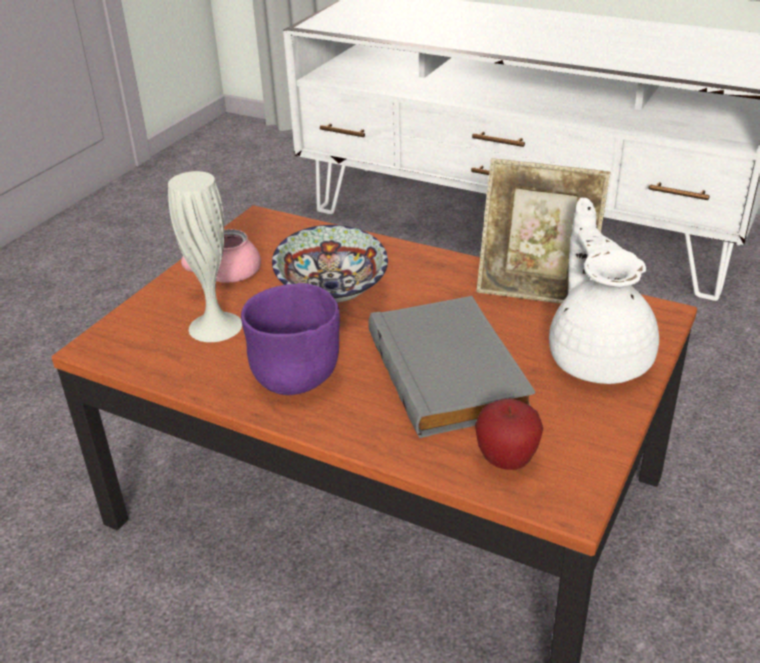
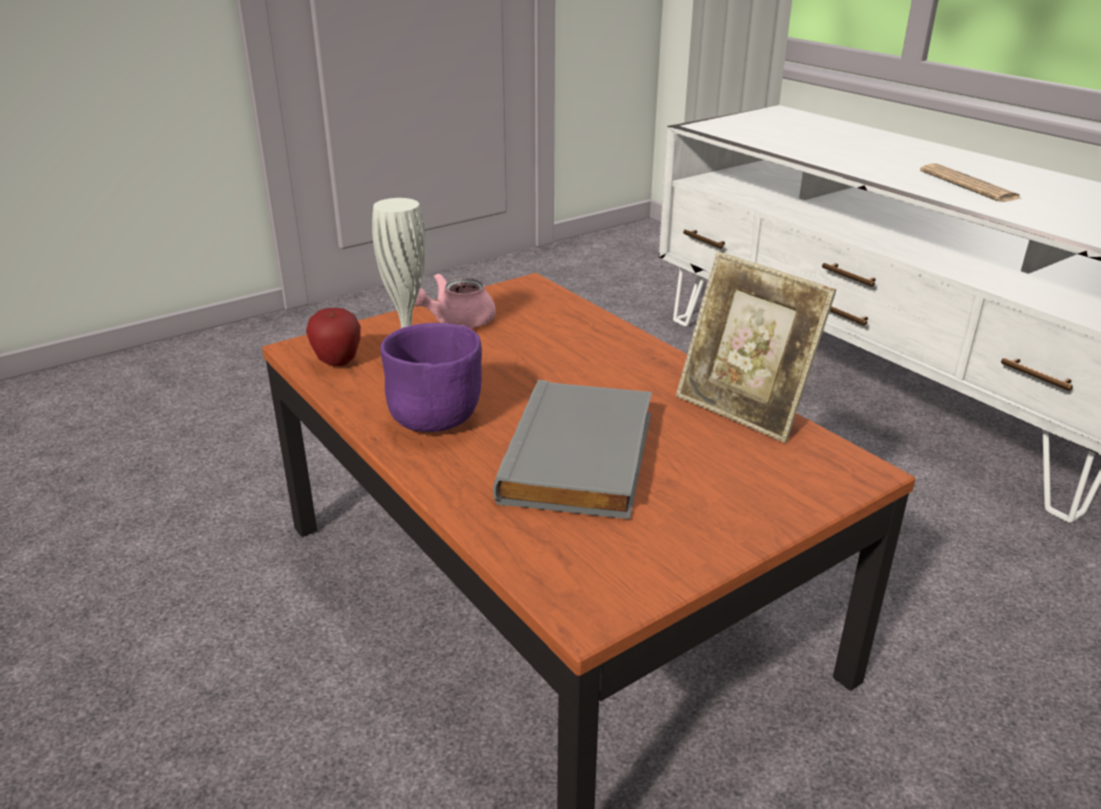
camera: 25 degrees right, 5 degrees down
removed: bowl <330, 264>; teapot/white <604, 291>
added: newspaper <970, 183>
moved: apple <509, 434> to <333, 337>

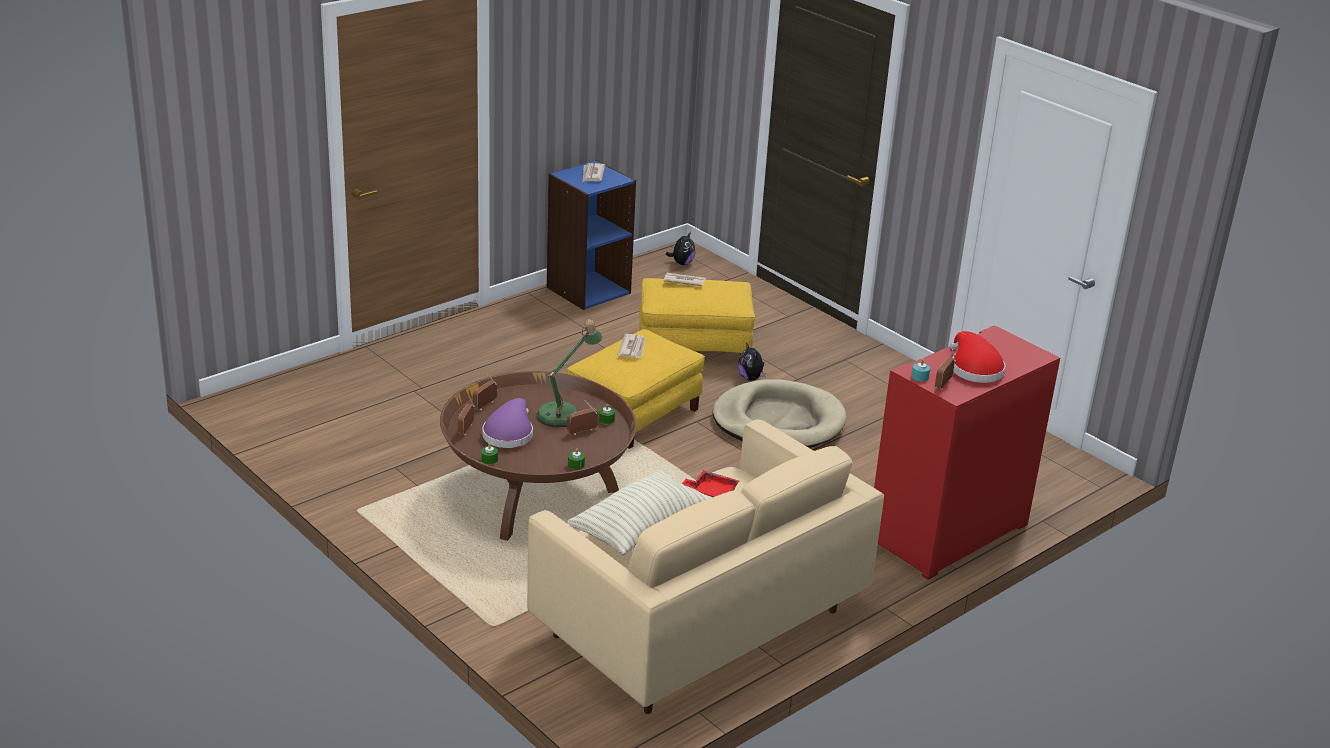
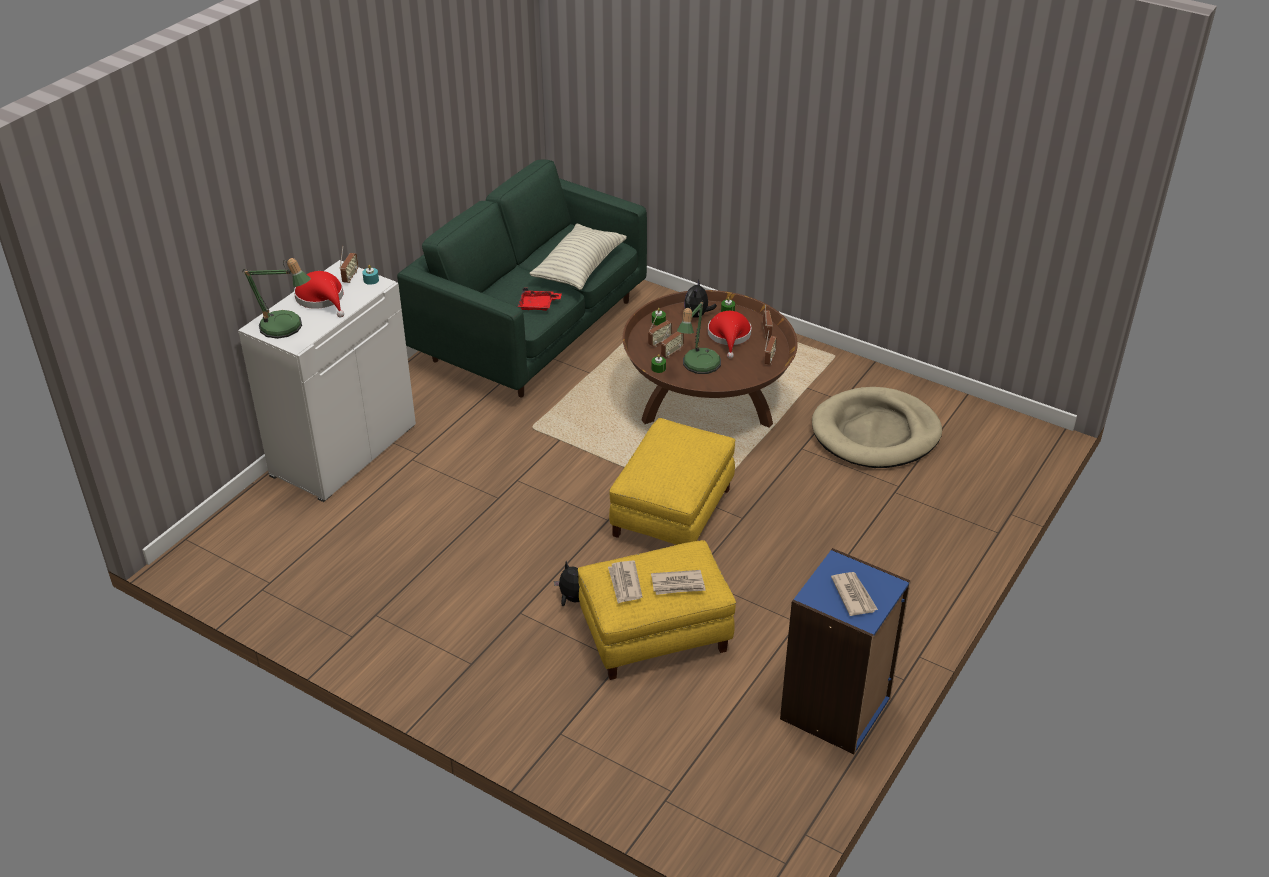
camera: 165 degrees right, 10 degrees up
added: table lamp <277, 298>; radio <660, 329>
moved: newspaper <631, 346> to <625, 582>; plush toy <680, 248> to <700, 298>; dog bed/beige <780, 413> to <877, 427>
recoloured: hat/purple <507, 423> to hat/red <729, 335>; sofa/beige <705, 566> to sofa/green <522, 278>; cabinet/red <967, 453> to cabinet/white <327, 381>

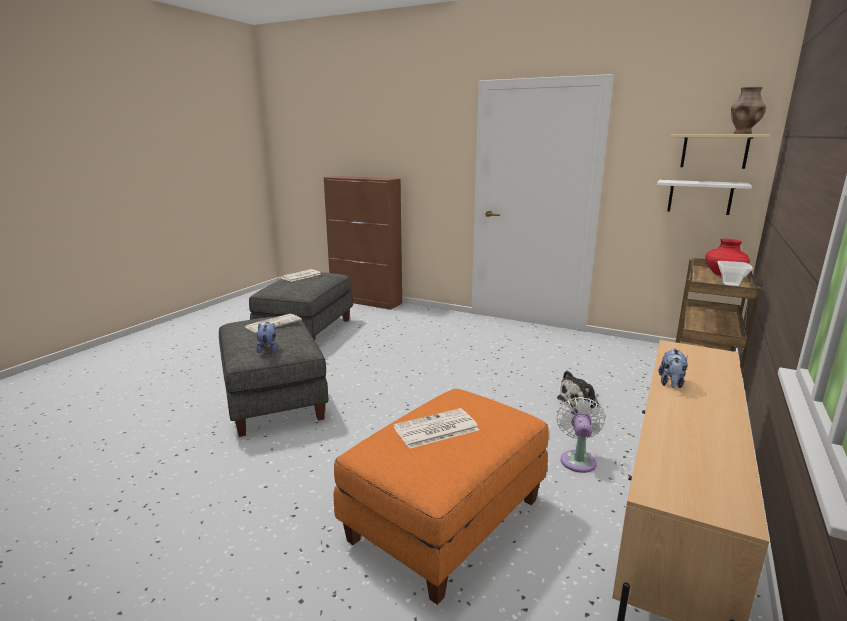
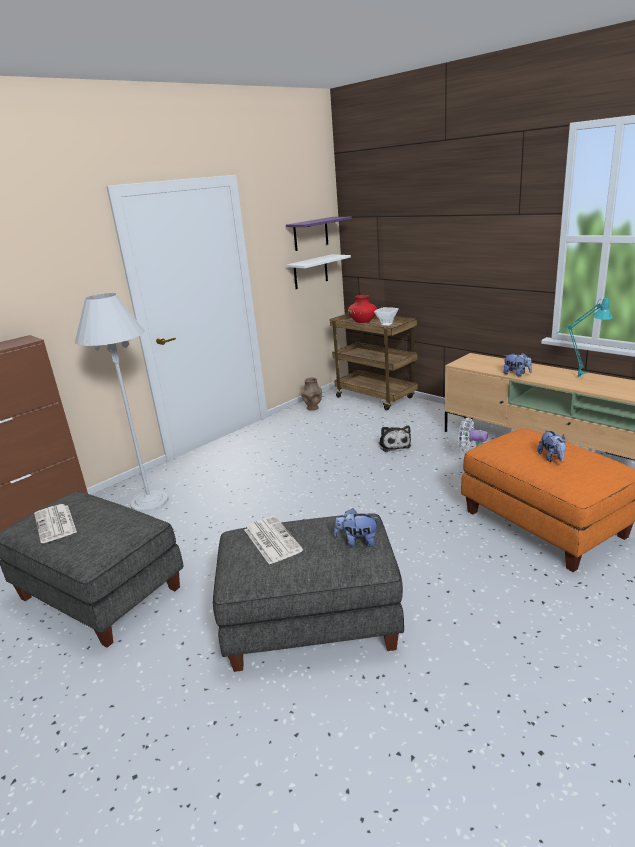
camera: 70 degrees left, 5 degrees up
added: floor lamp/white <122, 402>; table lamp/turquoise <584, 337>
moved: vase/brown <748, 110> to <311, 394>
replaced: newspaper <436, 428> to plush toy <551, 446>
recoloured: shelf/beige <720, 151> to shelf/purple <319, 234>

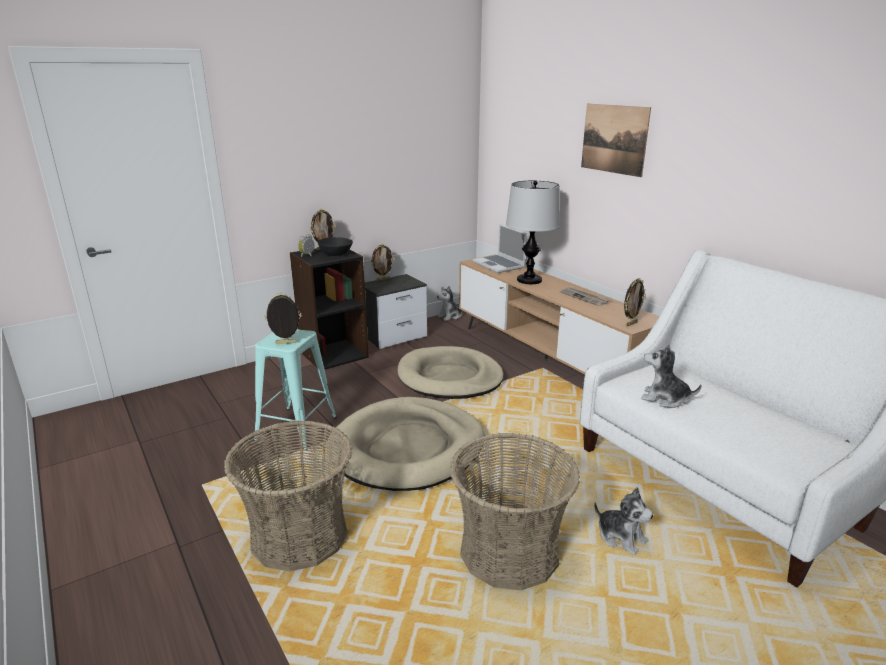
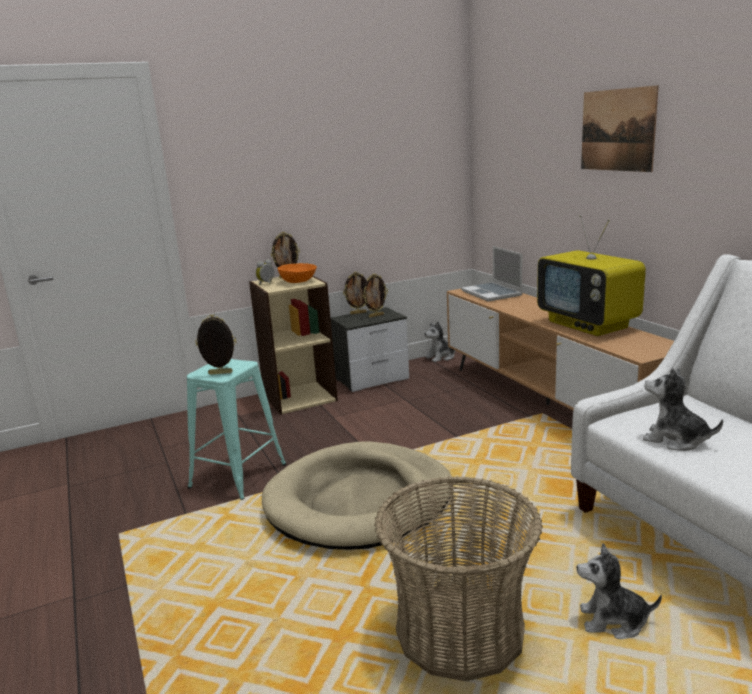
camera: 10 degrees right, 5 degrees down
removed: basket <288, 496>; dog bed/beige <450, 372>; table lamp <533, 232>
moved: picture frame <635, 302> to <375, 295>
replaced: newspaper <584, 296> to television <591, 275>
recoloured: bookcase/black <329, 309> to bookcase/beige <293, 345>; bowl/black <335, 246> to bowl/orange <297, 273>
turned: plush toy <623, 521> = <619, 591> 135 degrees clockwise

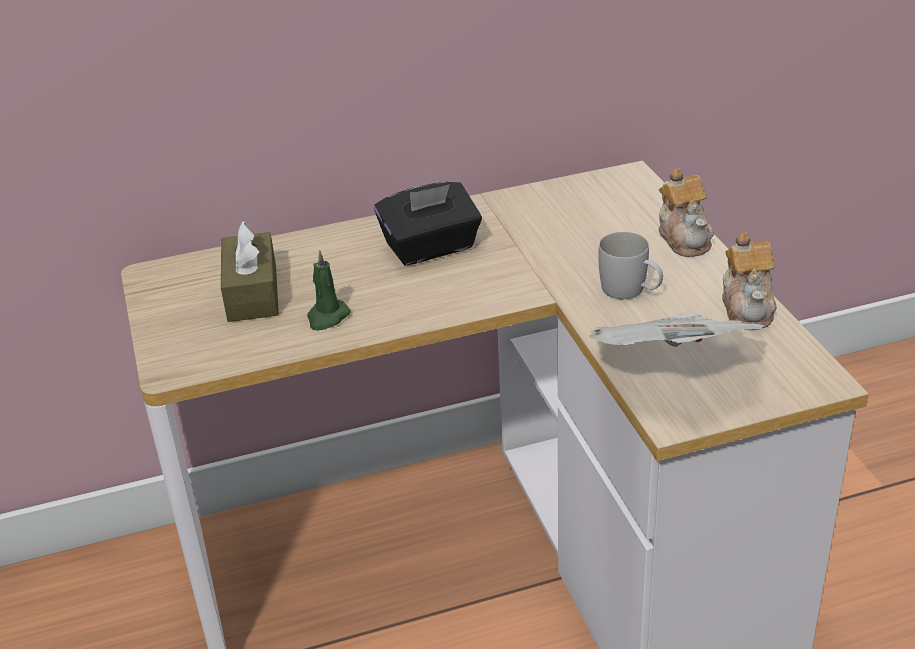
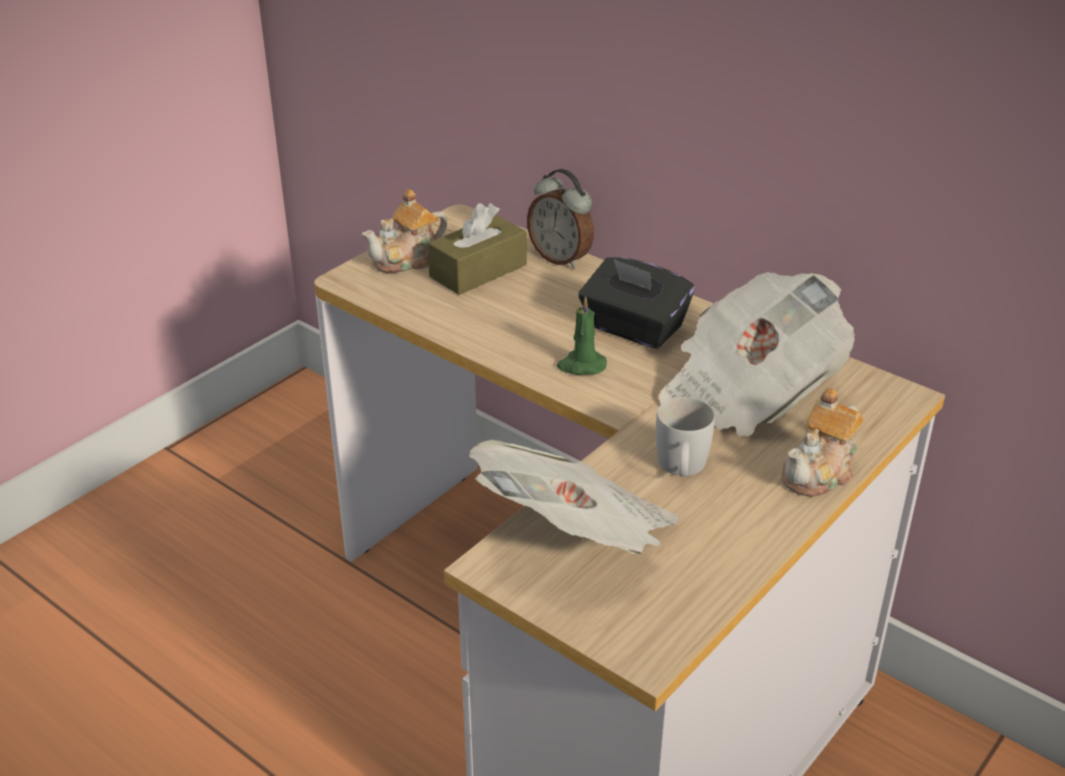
camera: 55 degrees right, 0 degrees up
added: alarm clock <560, 219>; newspaper <757, 354>
moved: candle/green <328, 290> to <582, 335>; teapot <749, 281> to <404, 231>

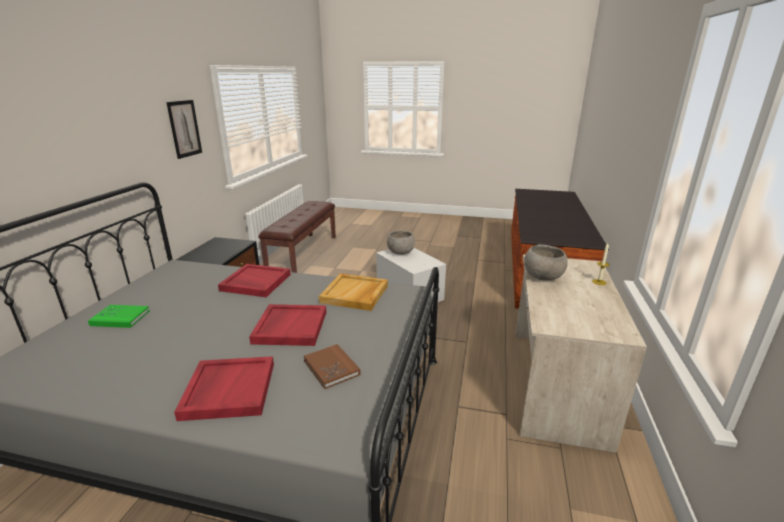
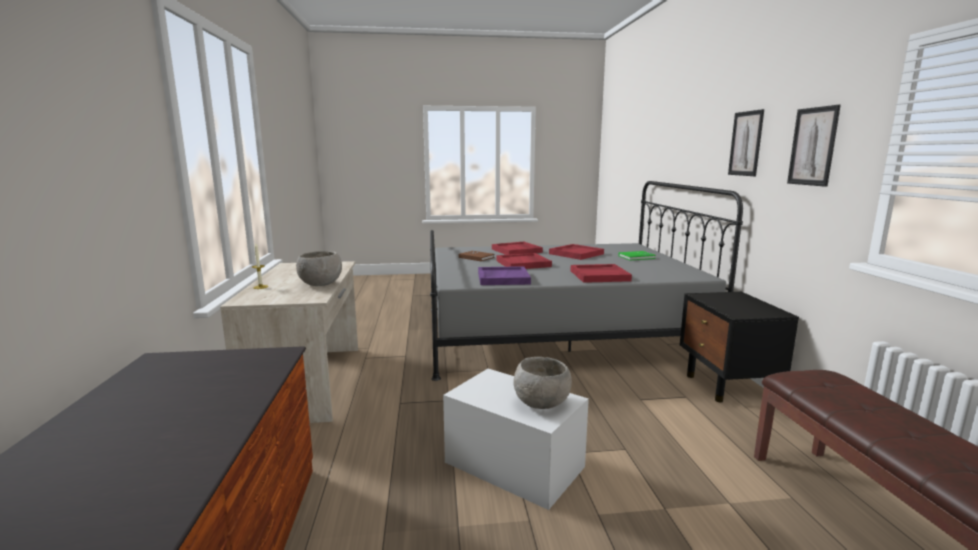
camera: 160 degrees right, 10 degrees down
added: tray/red <576, 252>; picture <746, 142>
recoloured: tray/beige <353, 292> to tray/purple <504, 275>

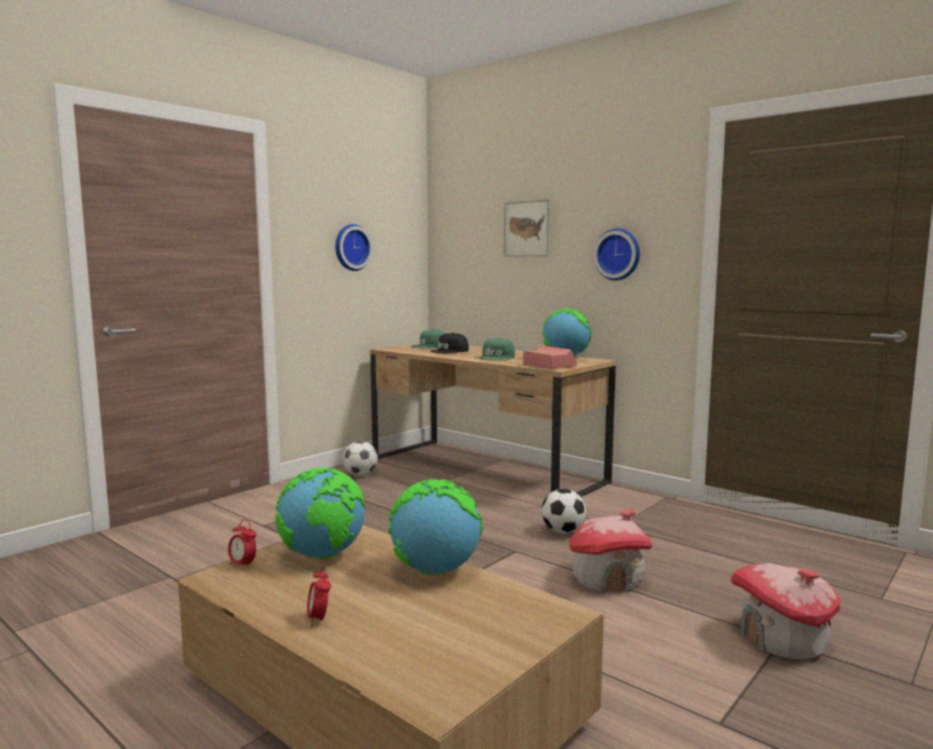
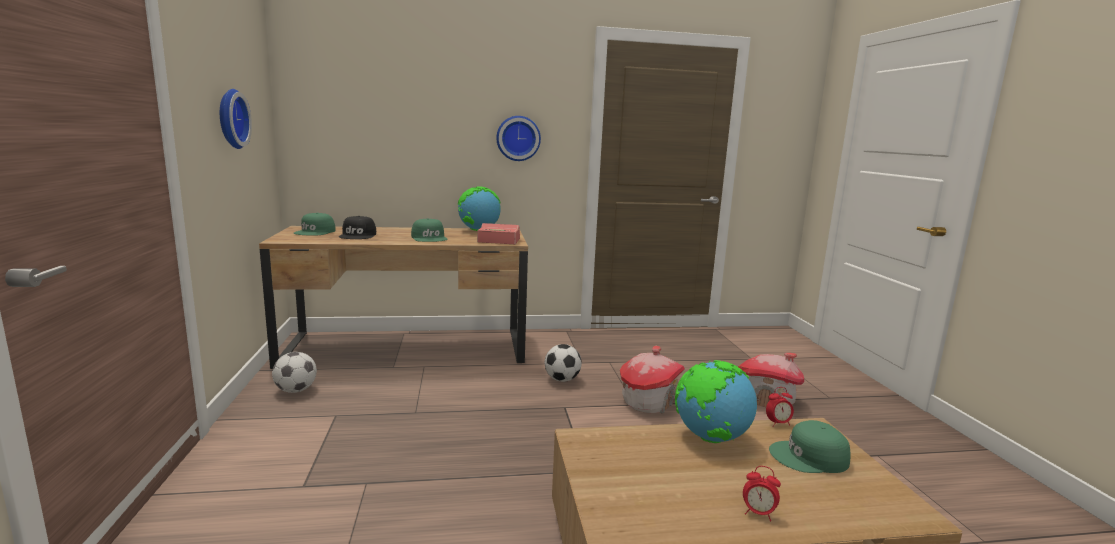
camera: 50 degrees left, 5 degrees up
removed: globe <320, 513>; picture <527, 228>
added: cap/green <810, 446>
moved: alarm clock <242, 544> to <780, 407>

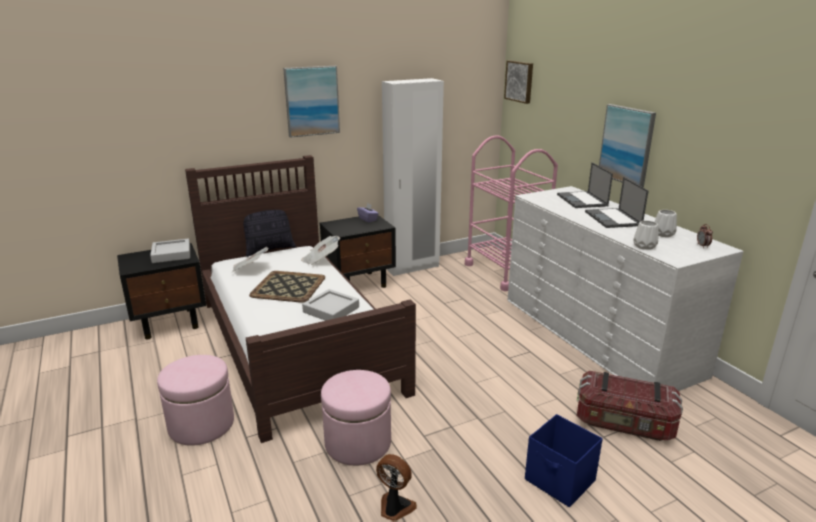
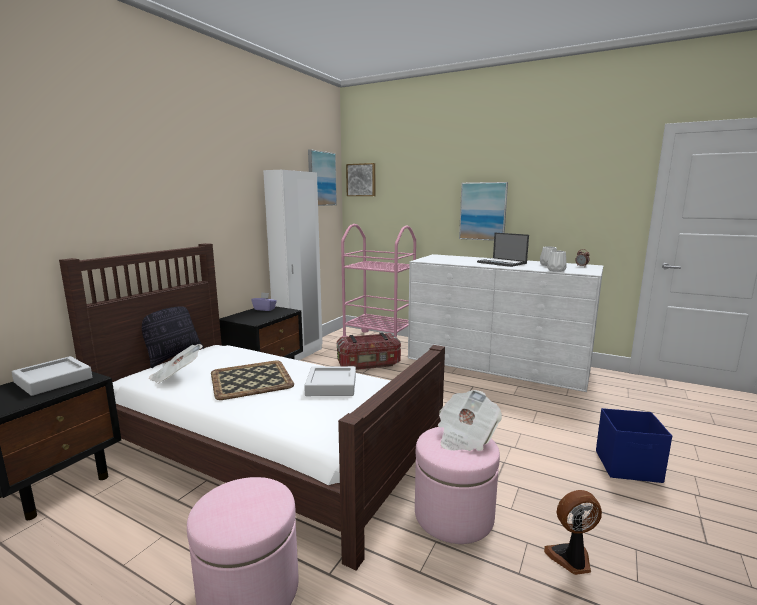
camera: 35 degrees left, 10 degrees down
removed: laptop <585, 185>
moved: picture <311, 102> to <322, 177>; newspaper <320, 250> to <470, 420>; storage box <630, 406> to <369, 351>

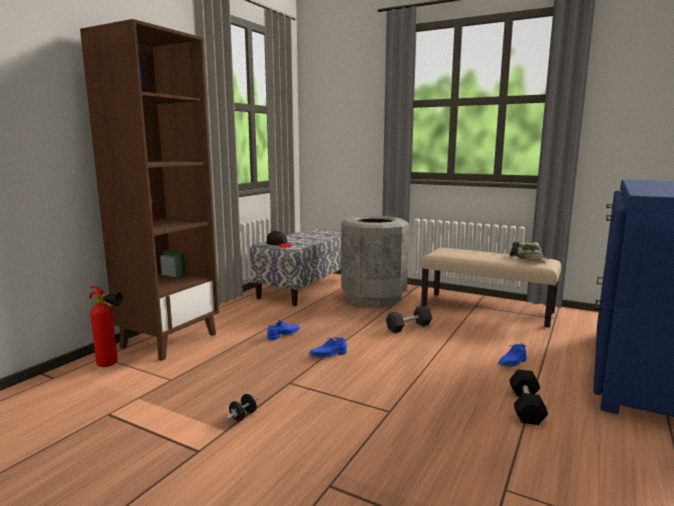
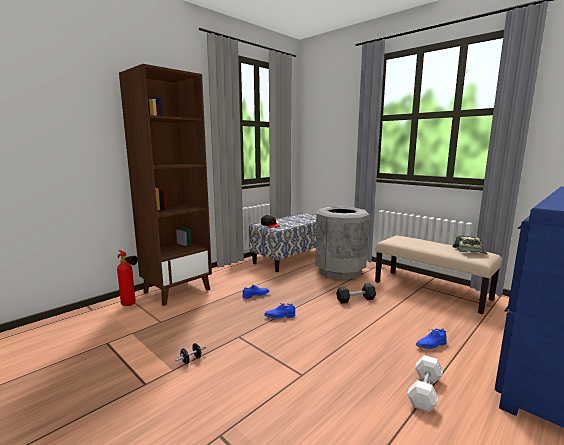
camera: 15 degrees right, 0 degrees up
recoloured: dumbbell/black <528, 397> to dumbbell/white <425, 384>

